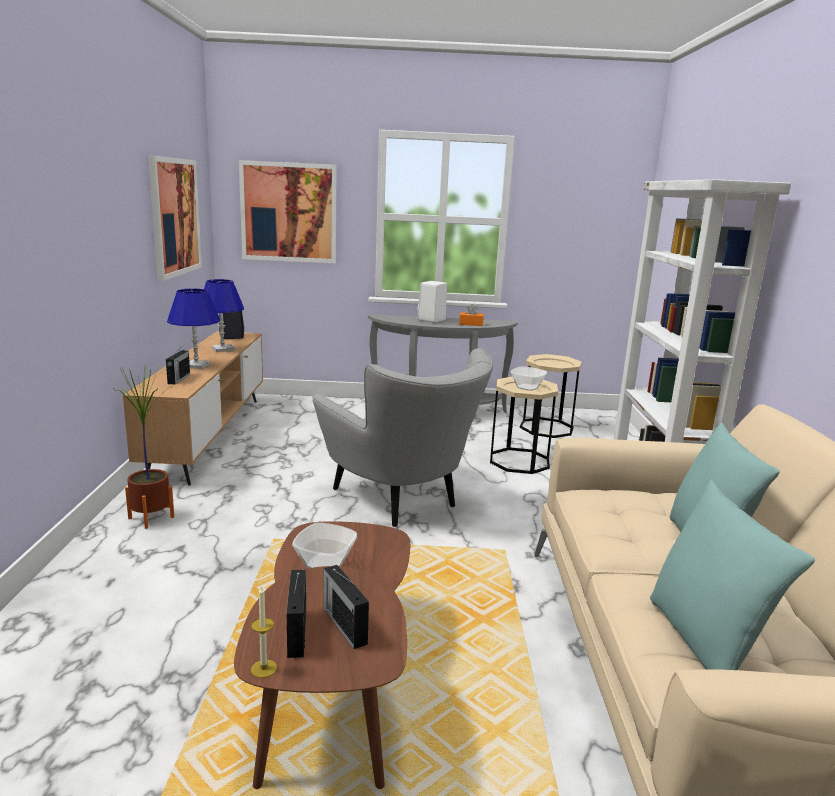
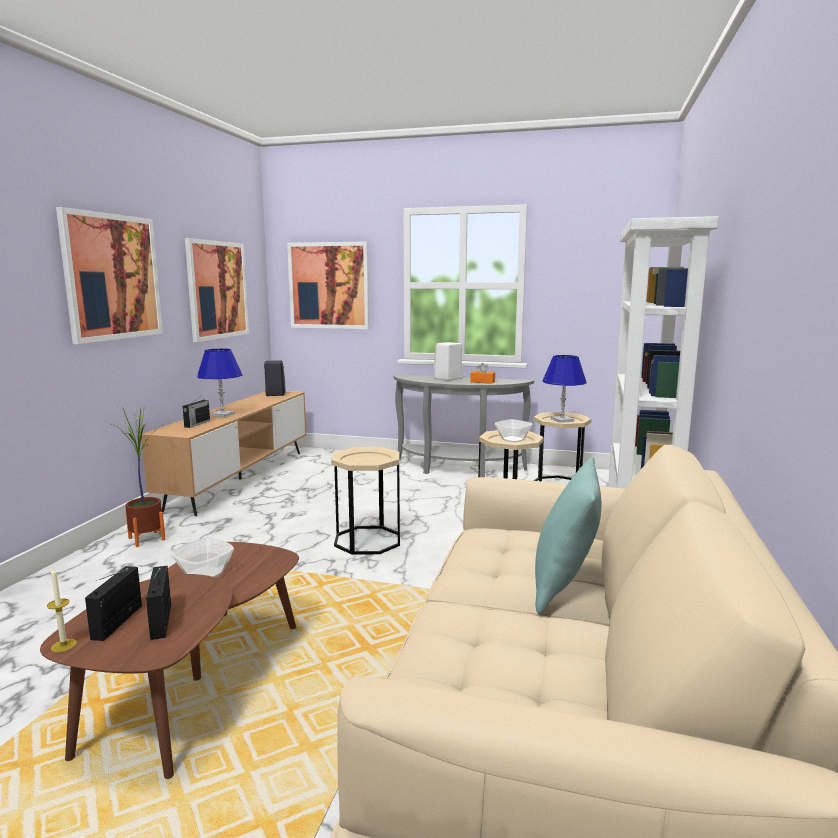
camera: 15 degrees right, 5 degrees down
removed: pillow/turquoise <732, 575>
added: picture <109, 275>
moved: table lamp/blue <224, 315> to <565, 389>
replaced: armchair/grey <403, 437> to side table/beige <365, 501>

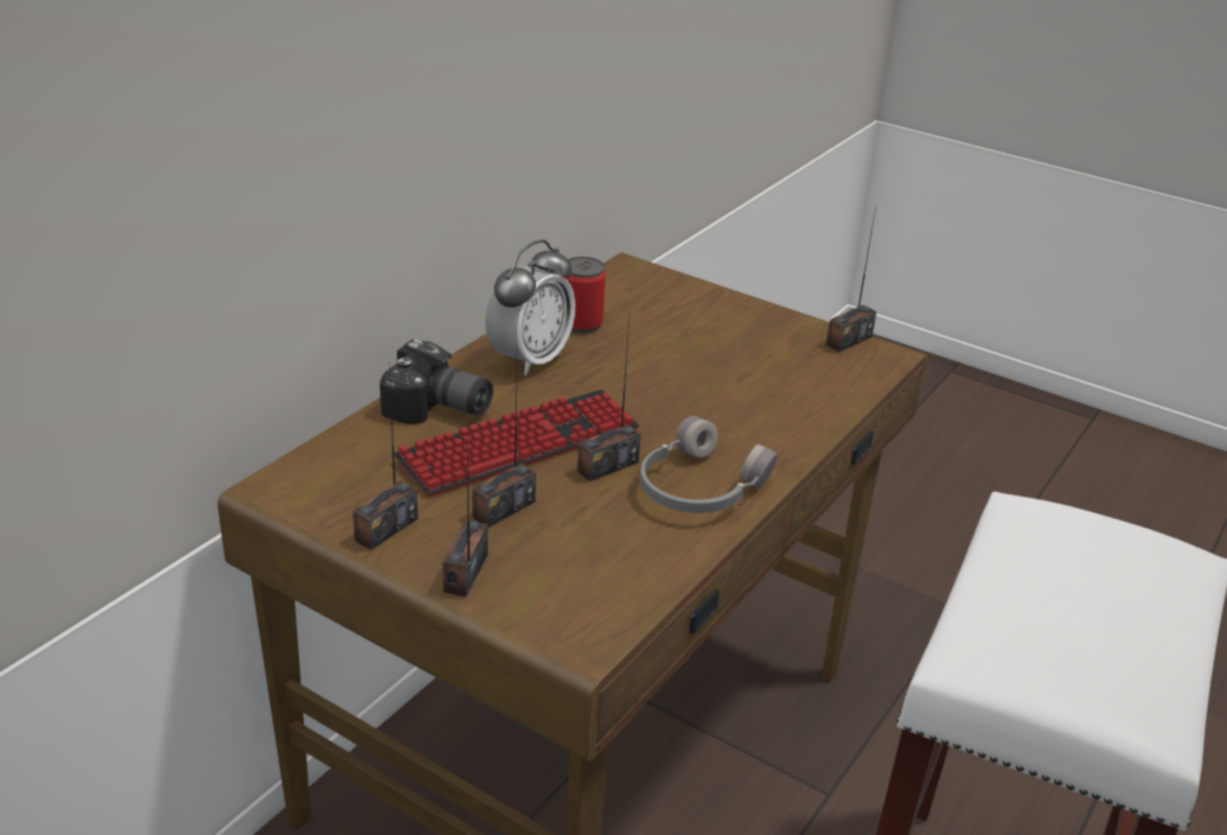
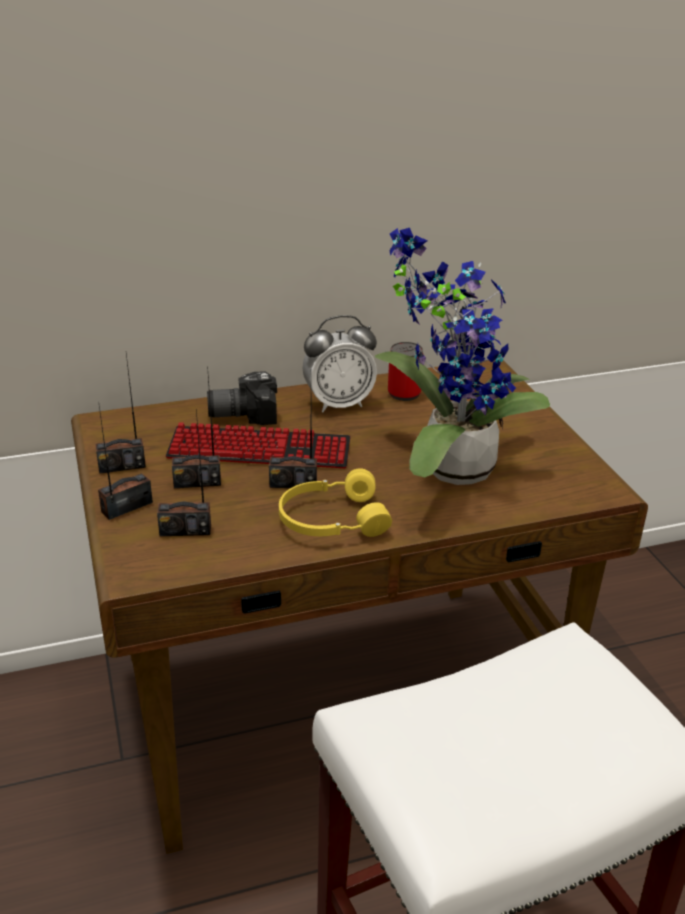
camera: 40 degrees right, 0 degrees up
added: potted plant <462, 356>
moved: radio <851, 279> to <184, 472>
recoloured: headphones/grey <709, 464> to headphones/yellow <335, 502>
turned: photo camera <436, 381> = <242, 398> 105 degrees clockwise

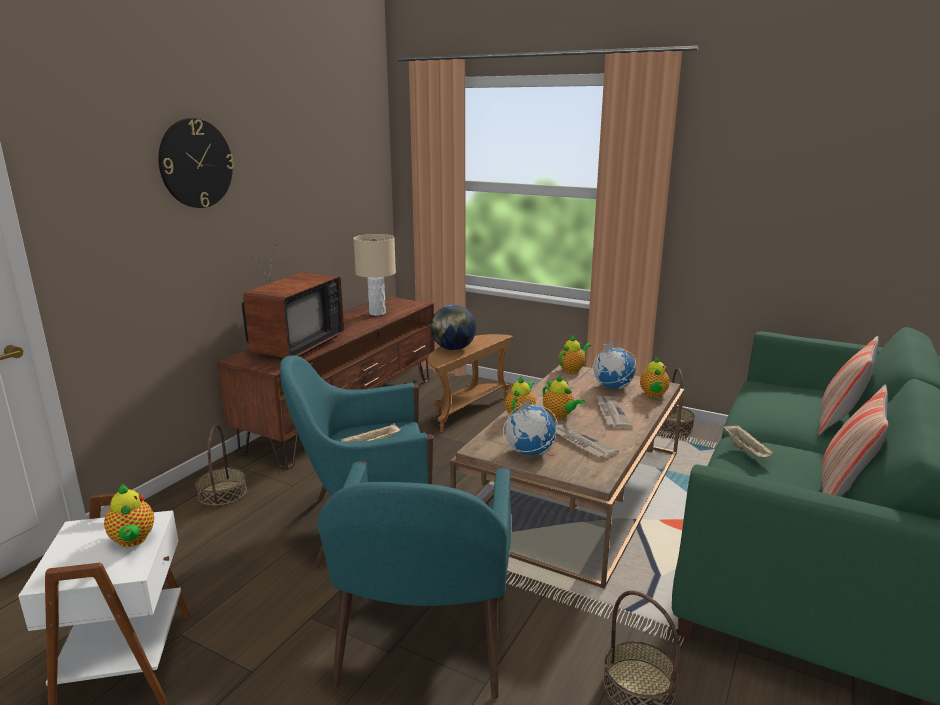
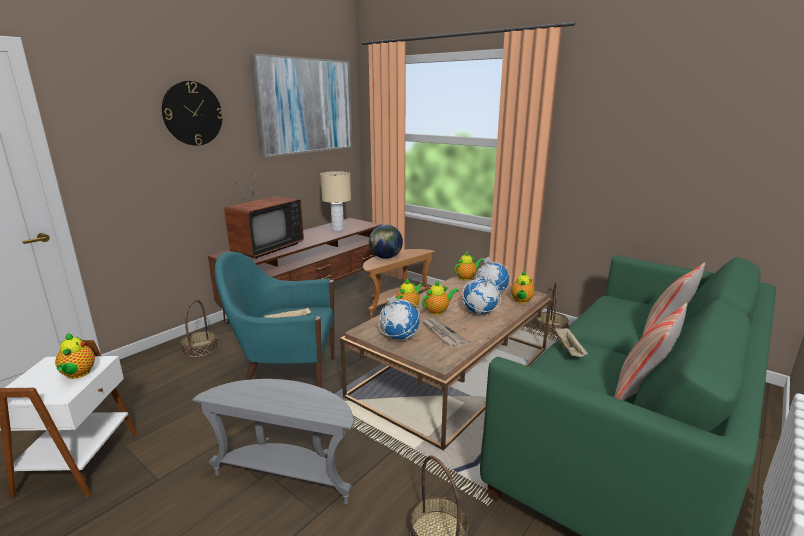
camera: 10 degrees right, 0 degrees up
added: picture <301, 105>
replaced: armchair/turquoise <414, 580> to side table/grey <273, 441>; newspaper <614, 412> to globe <481, 294>
turned: teapot <563, 397> = <440, 298> 90 degrees counterclockwise

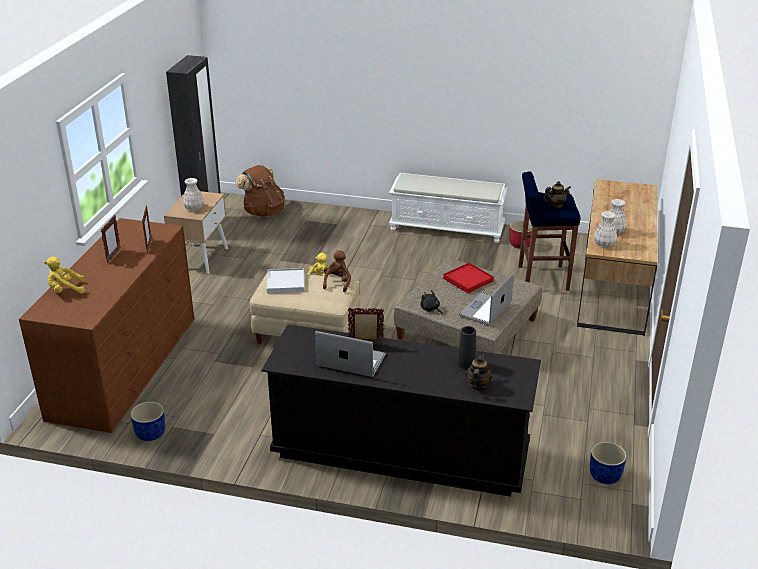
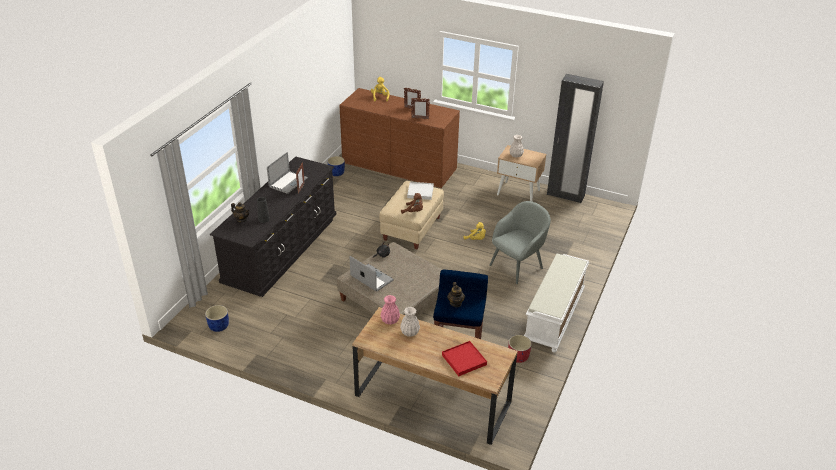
camera: 100 degrees right, 5 degrees up
removed: backpack/brown <260, 191>
added: armchair/grey <520, 242>
moved: tray/red <468, 278> to <464, 358>
recoloured: vase/white <605, 229> to vase/pink <390, 310>

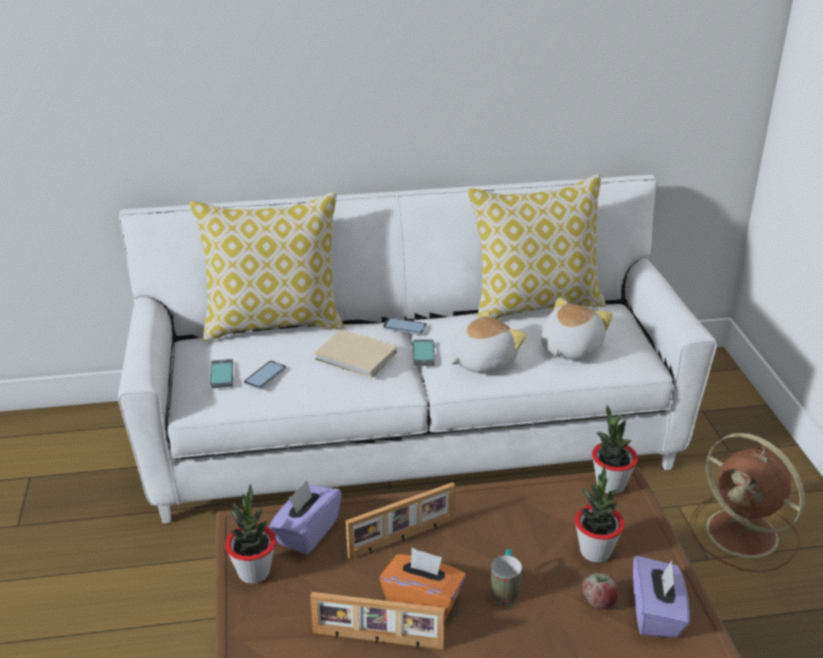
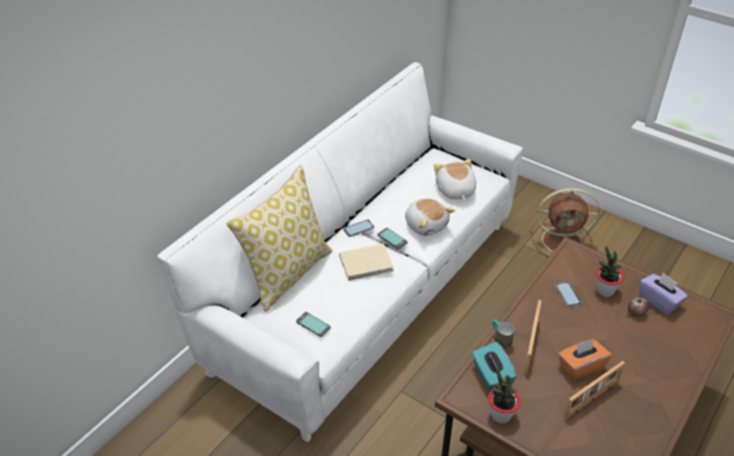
camera: 45 degrees left, 10 degrees up
removed: pillow <537, 246>; potted plant <615, 449>
moved: phone <265, 375> to <568, 294>; mug <506, 577> to <504, 334>
recoloured: tissue box/purple <305, 517> to tissue box/turquoise <494, 367>
turned: plush toy <489, 341> = <430, 217> 135 degrees clockwise

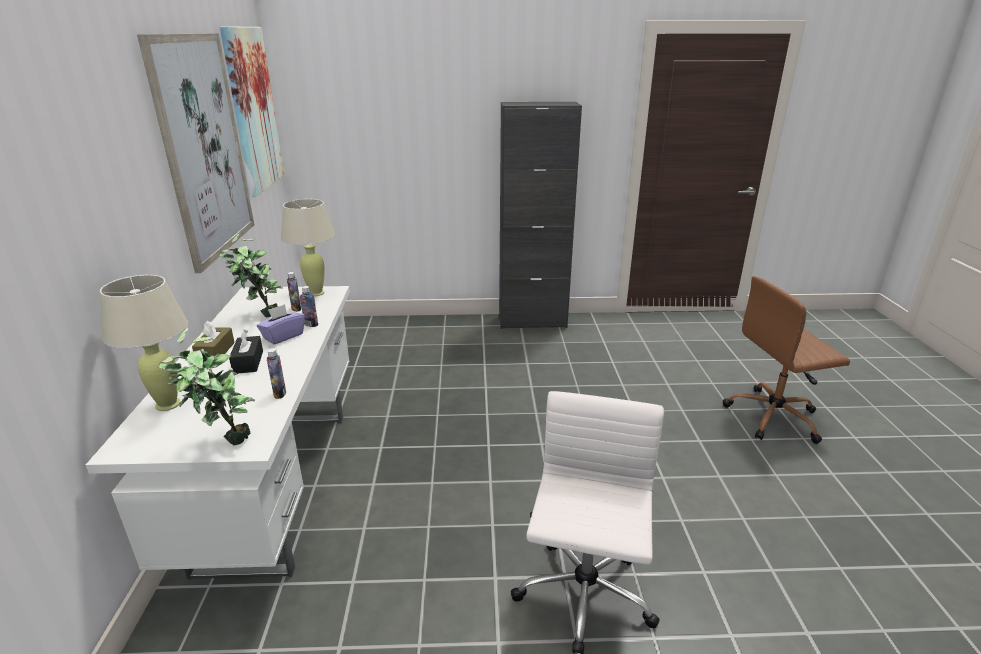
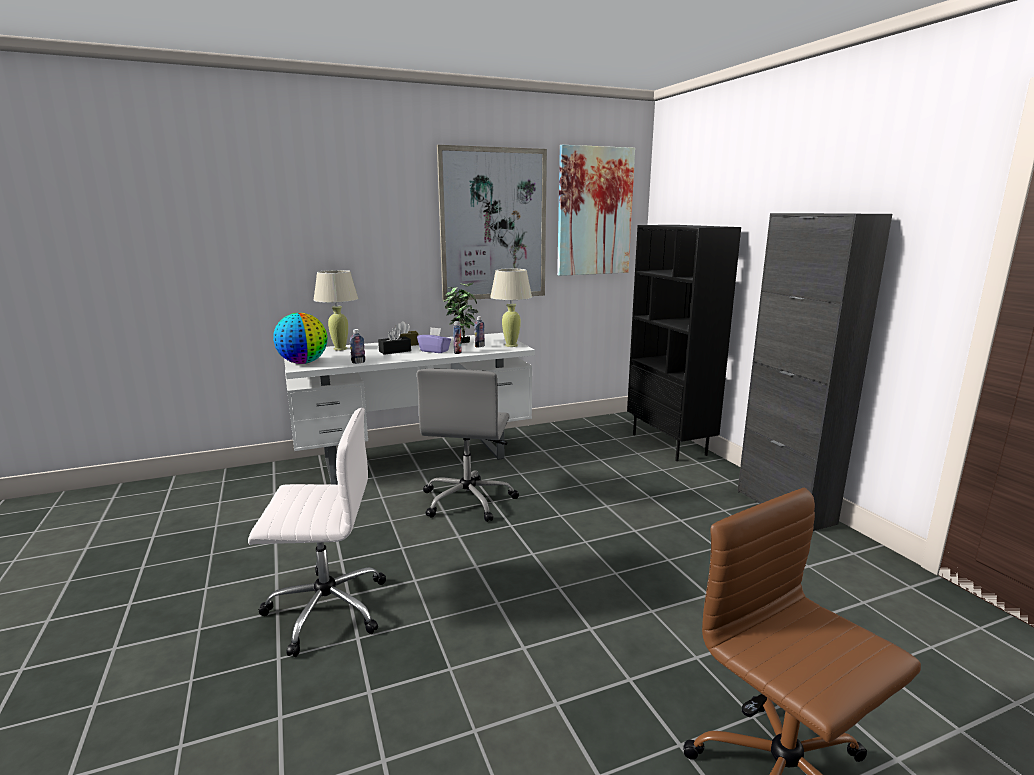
camera: 70 degrees right, 10 degrees down
added: office chair/grey <468, 445>; bookcase/black <684, 343>
replaced: potted plant <207, 386> to globe <300, 338>

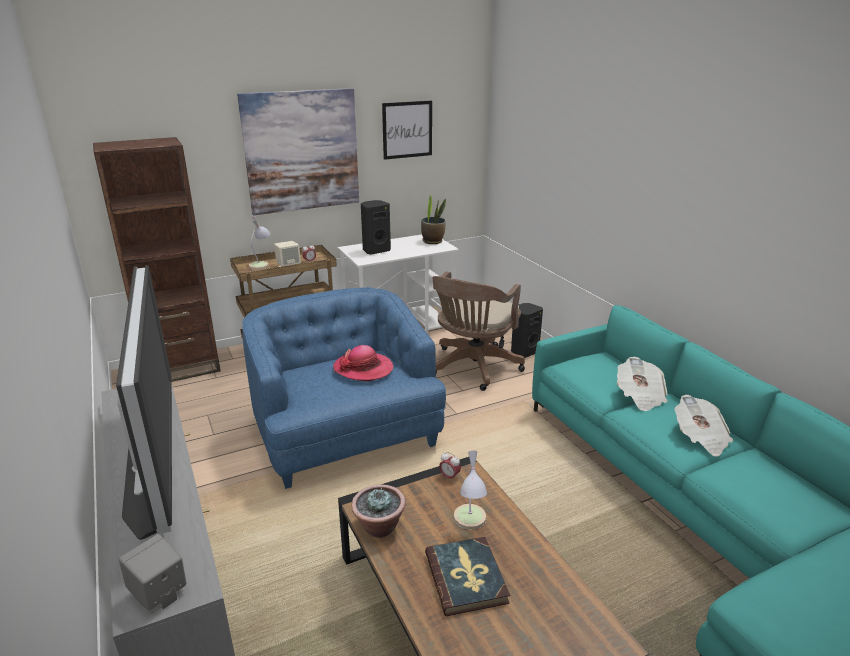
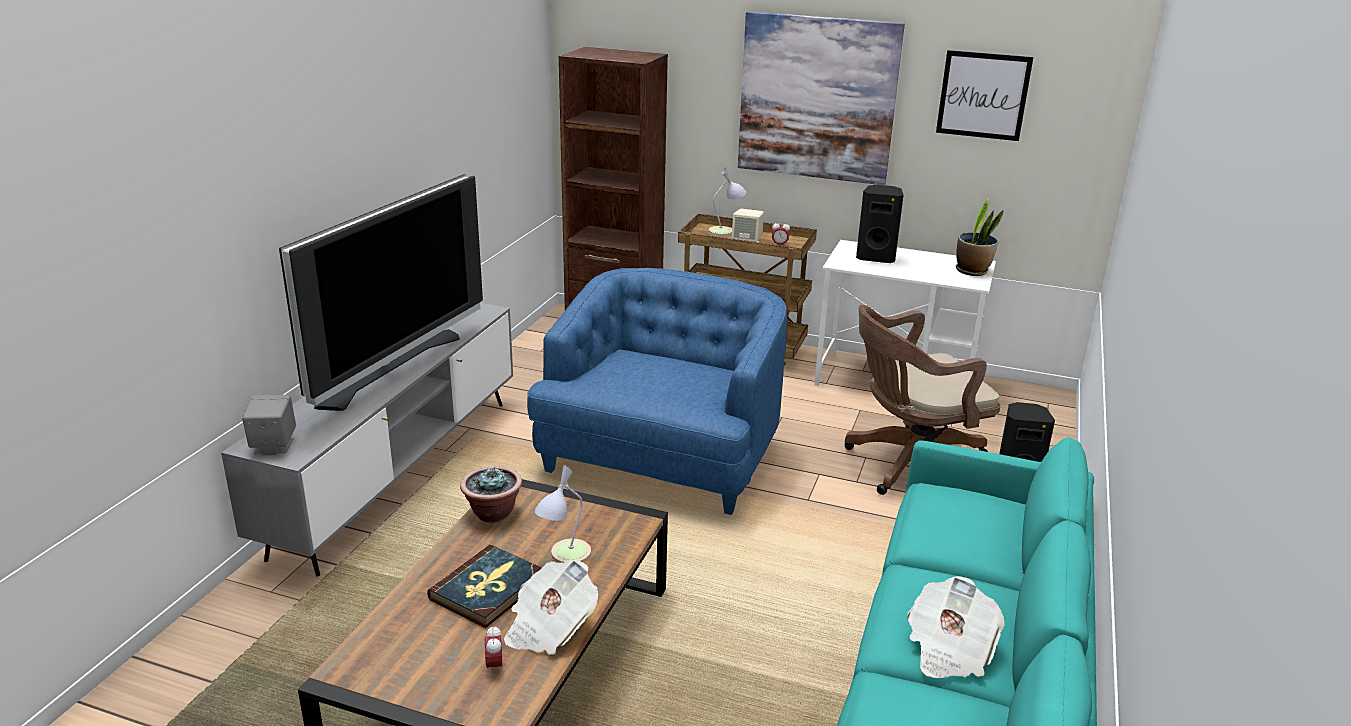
camera: 45 degrees right, 0 degrees up
removed: hat <363, 363>
moved: alarm clock <450, 467> to <493, 650>; newspaper <642, 384> to <551, 607>

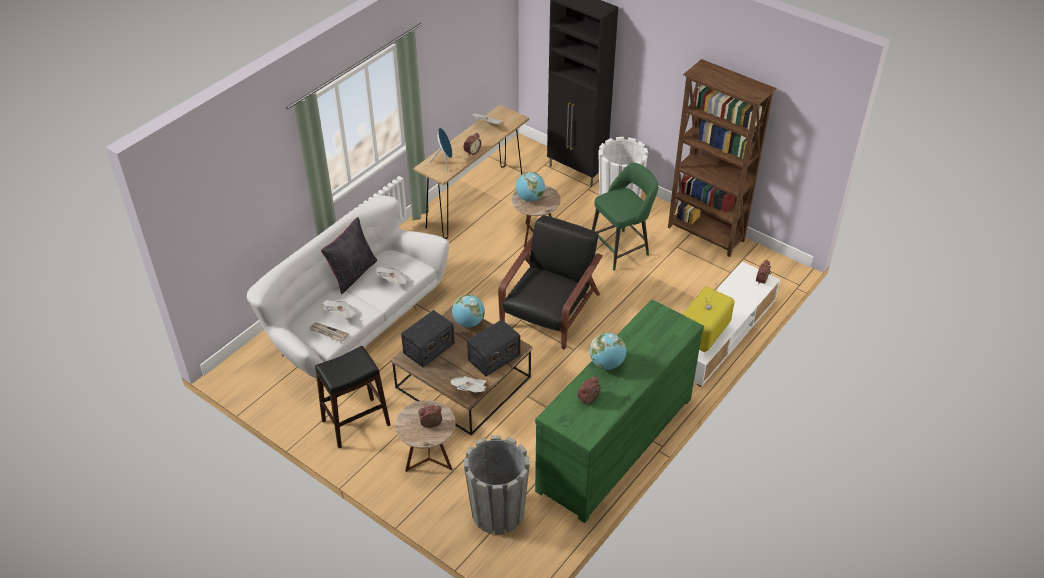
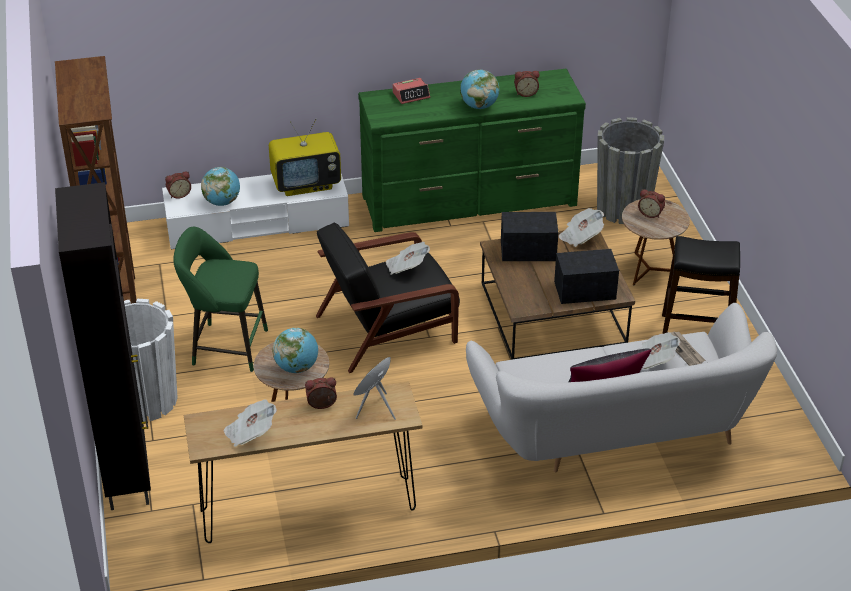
camera: 140 degrees left, 5 degrees down
added: alarm clock <411, 91>
moved: newspaper <394, 275> to <408, 258>; globe <468, 311> to <220, 186>

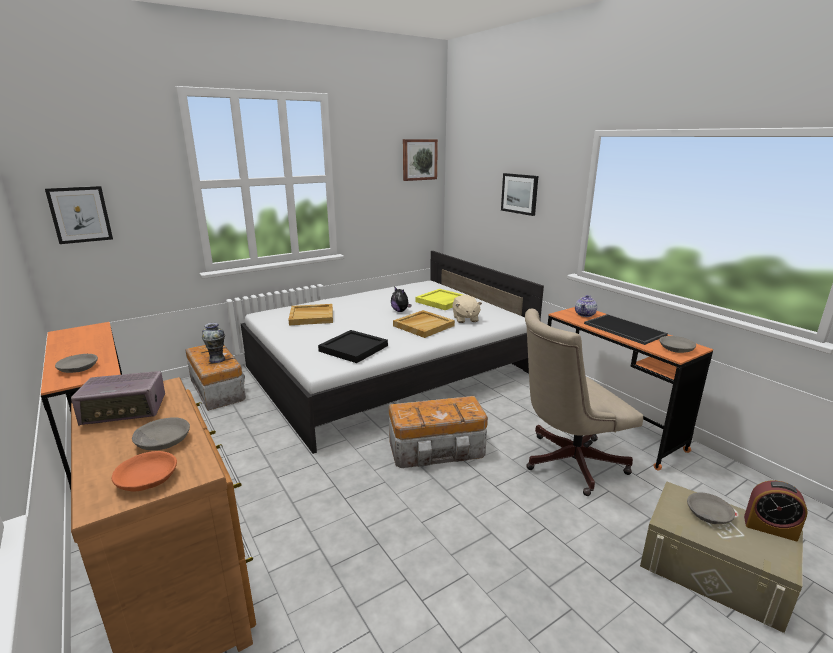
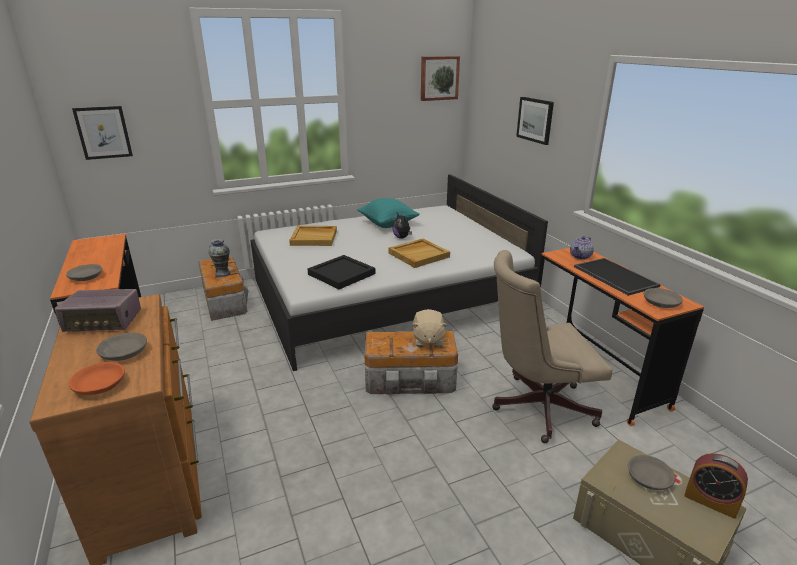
camera: 10 degrees right, 5 degrees up
removed: tray/yellow <439, 299>
added: pillow/turquoise <388, 213>
moved: plush toy/beige <467, 309> to <430, 328>

